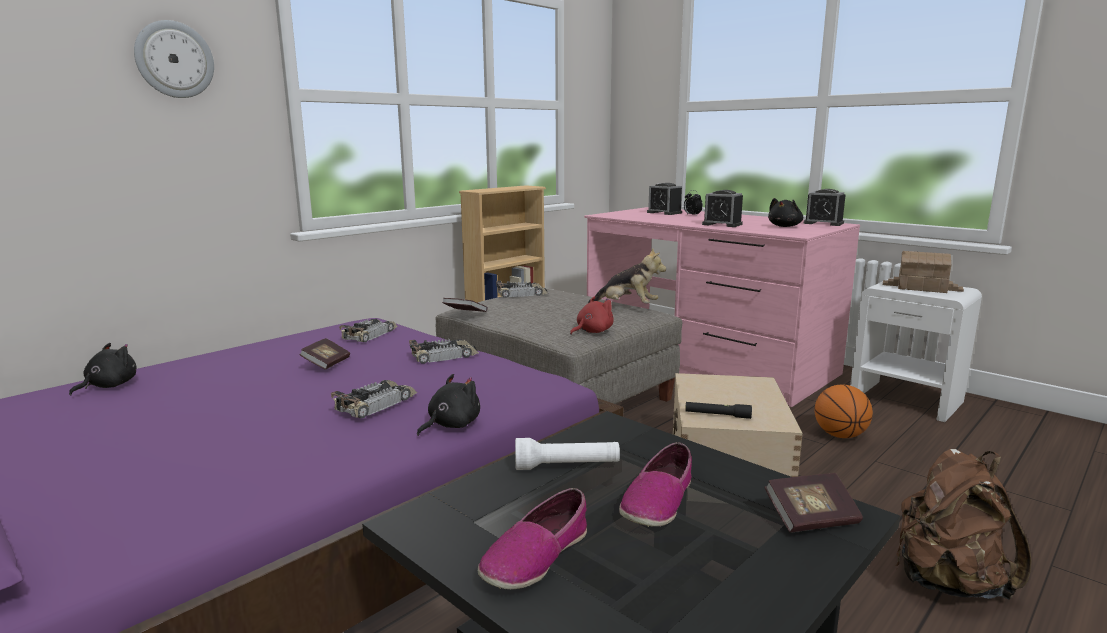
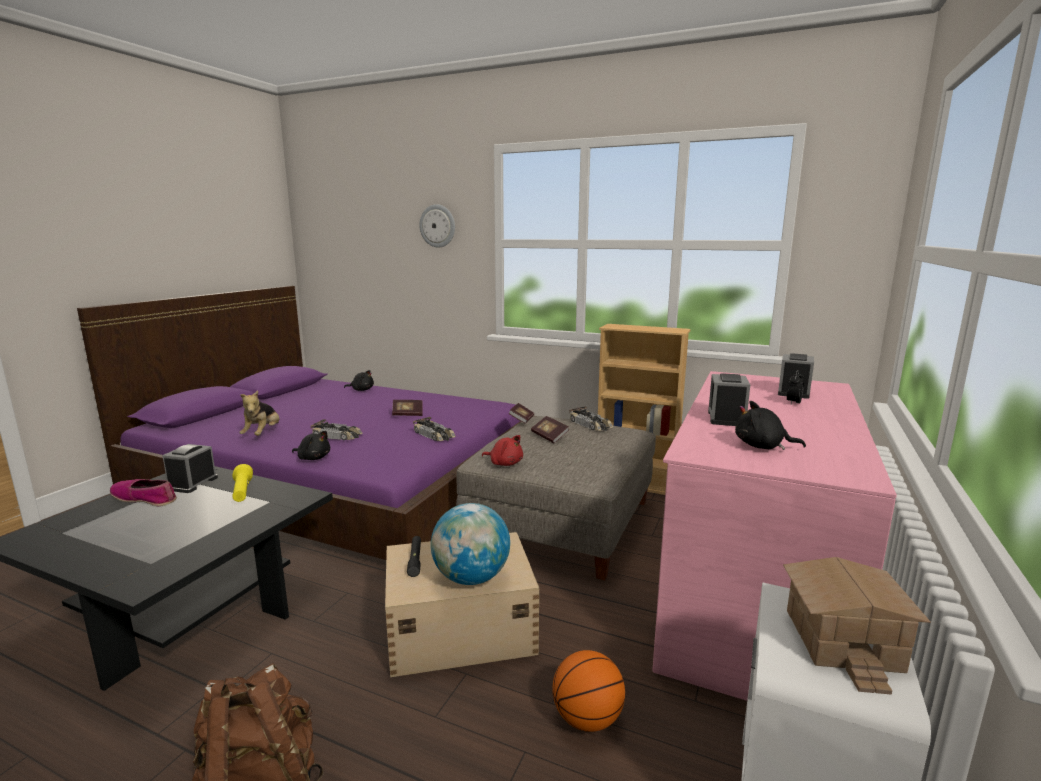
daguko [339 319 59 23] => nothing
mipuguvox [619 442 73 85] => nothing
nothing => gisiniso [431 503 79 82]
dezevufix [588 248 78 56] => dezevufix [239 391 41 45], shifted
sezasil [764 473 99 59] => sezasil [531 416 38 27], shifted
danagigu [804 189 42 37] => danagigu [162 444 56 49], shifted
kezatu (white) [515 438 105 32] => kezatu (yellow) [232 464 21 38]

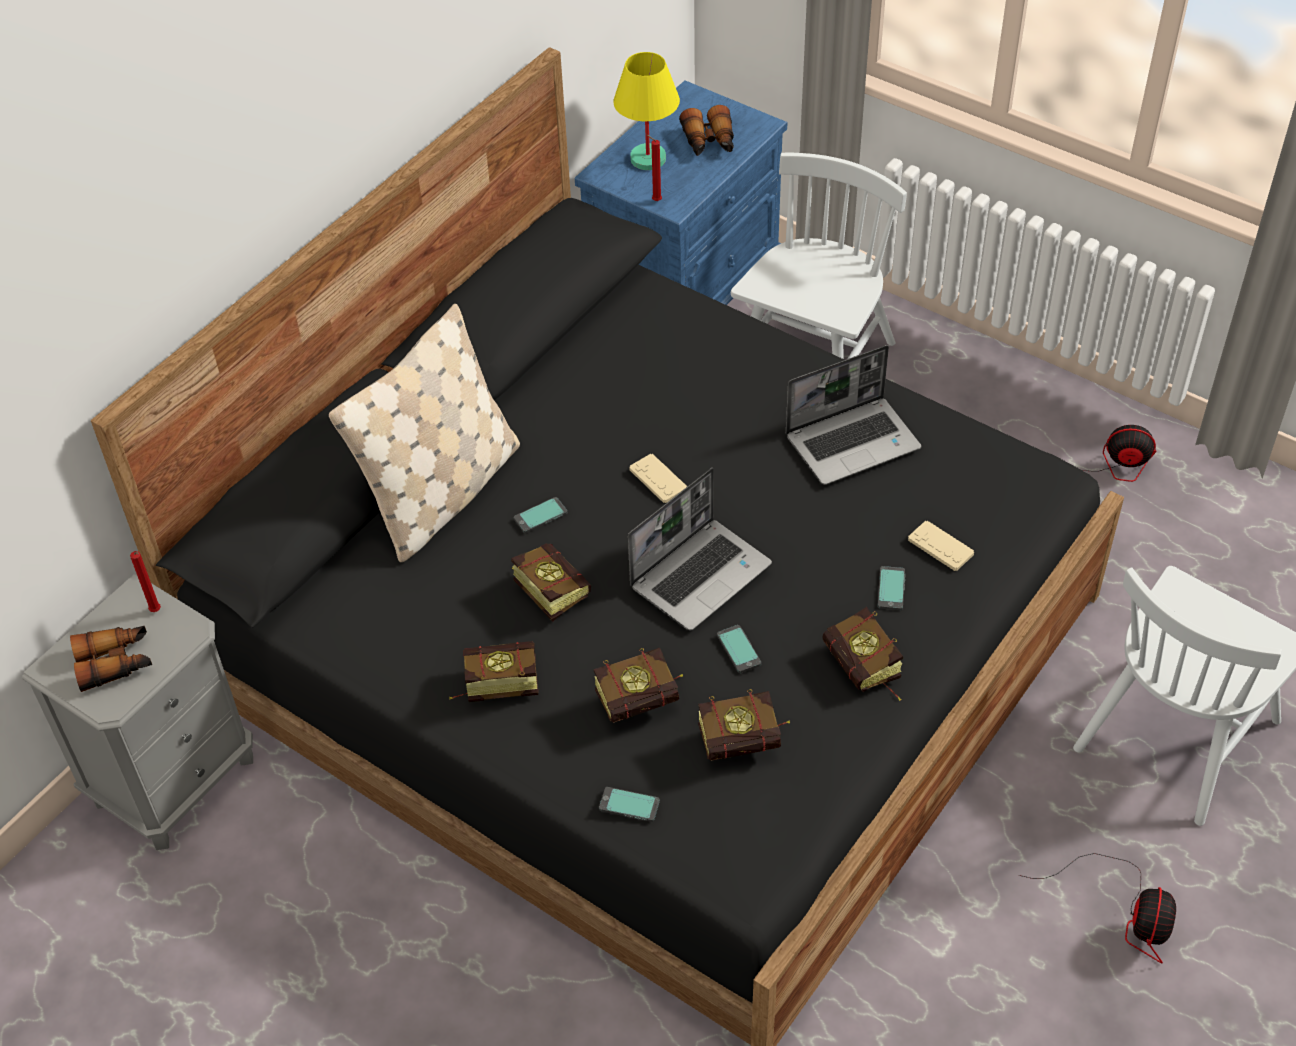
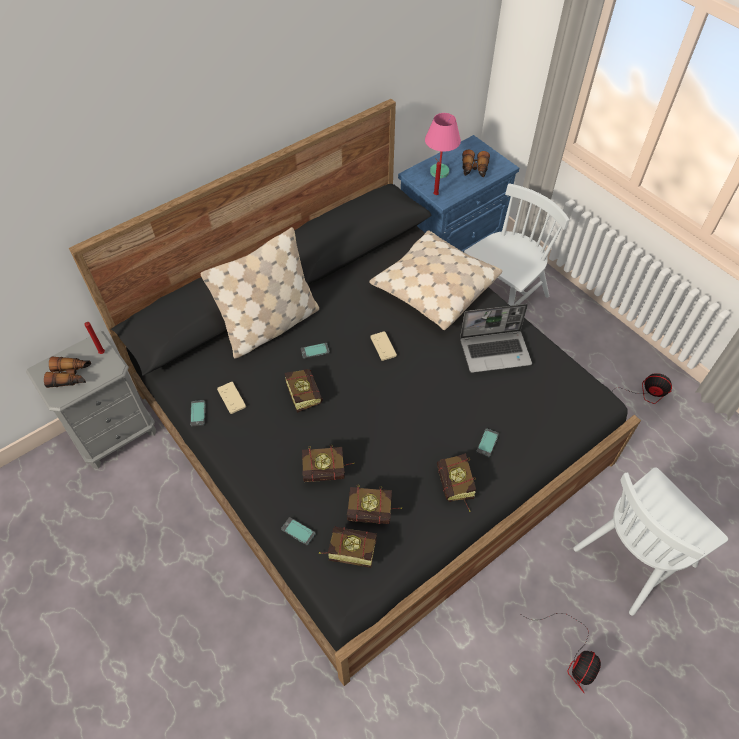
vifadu [628 468 144 163] => nothing
nothing => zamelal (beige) [369 231 133 99]
sezasil [449 641 89 61] => sezasil [319 526 58 42], shifted
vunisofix [717 625 44 48] => vunisofix [190 400 15 26], shifted
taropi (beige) [908 521 66 50] => taropi (beige) [217 382 29 32], shifted
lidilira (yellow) [613 52 67 118] => lidilira (pink) [425 113 36 65]

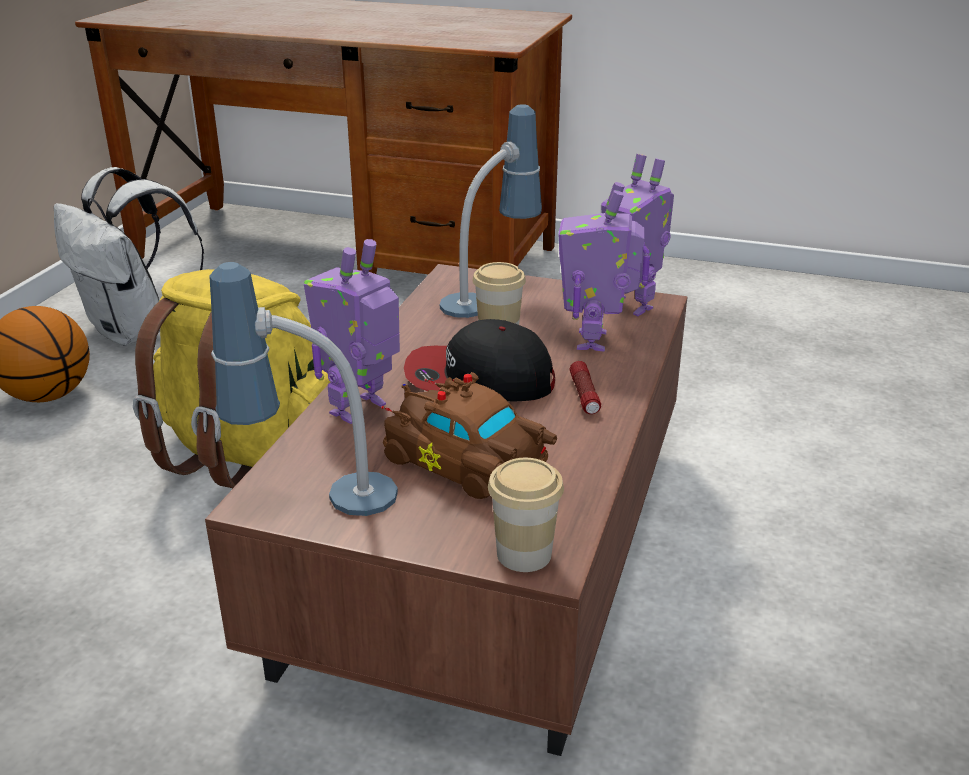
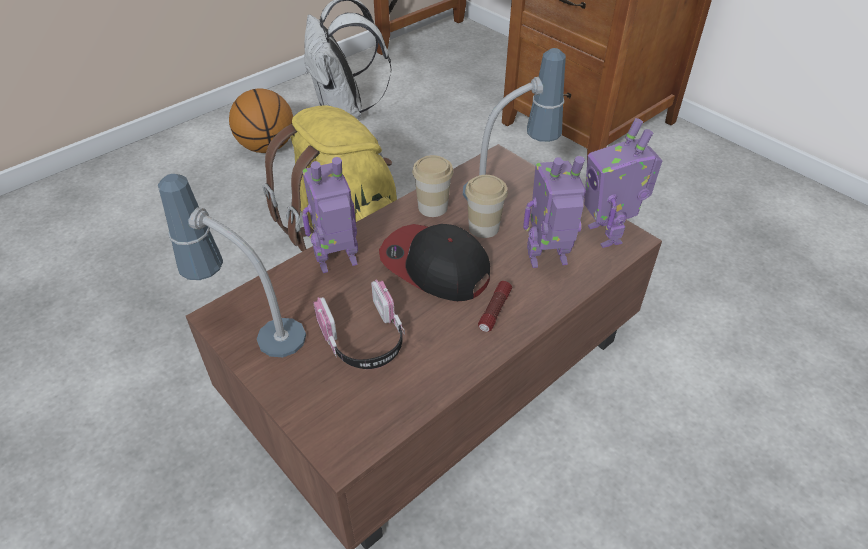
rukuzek [488 458 76 114] => rukuzek [412 155 41 62], shifted
daguko (brown) [381 372 176 127] => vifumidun [313 279 92 90]
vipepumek [558 182 87 170] => vipepumek [523 156 63 112], 45 degrees clockwise

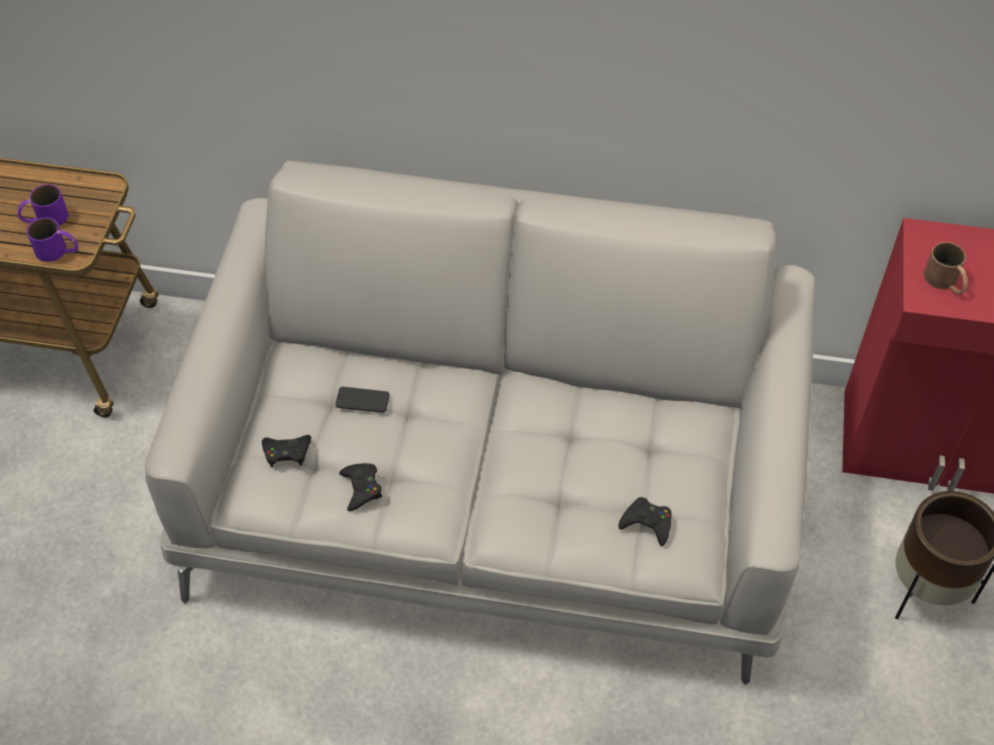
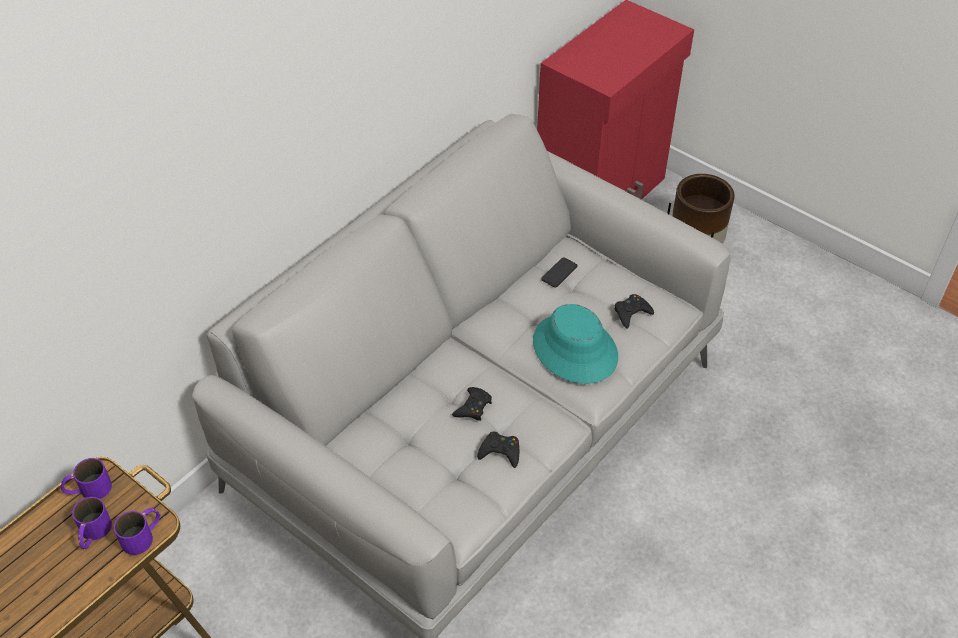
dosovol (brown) [924 242 44 52] => nothing
nothing => dosovol (purple) [61 458 51 41]
nothing => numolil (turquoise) [533 304 85 80]
taropi (black) [262 435 49 32] => taropi (black) [452 387 40 34], shifted
vunisofix [335 387 55 26] => vunisofix [541 257 36 30], shifted

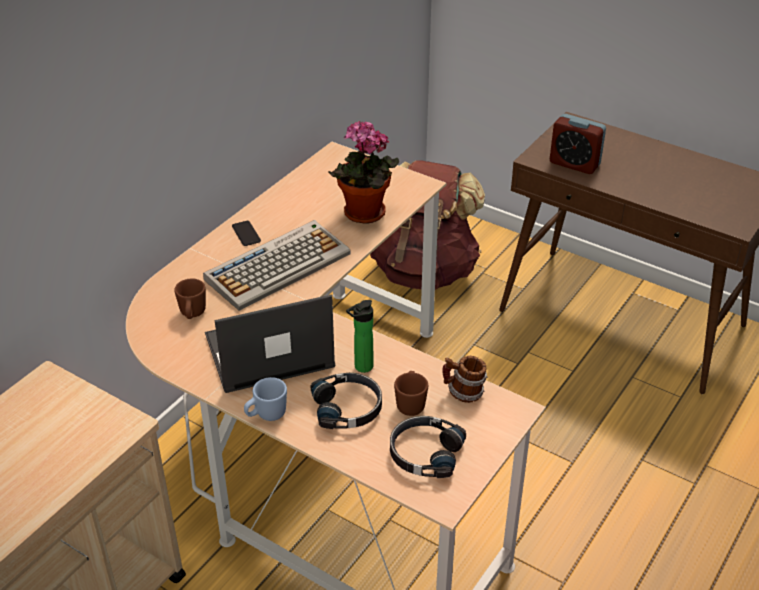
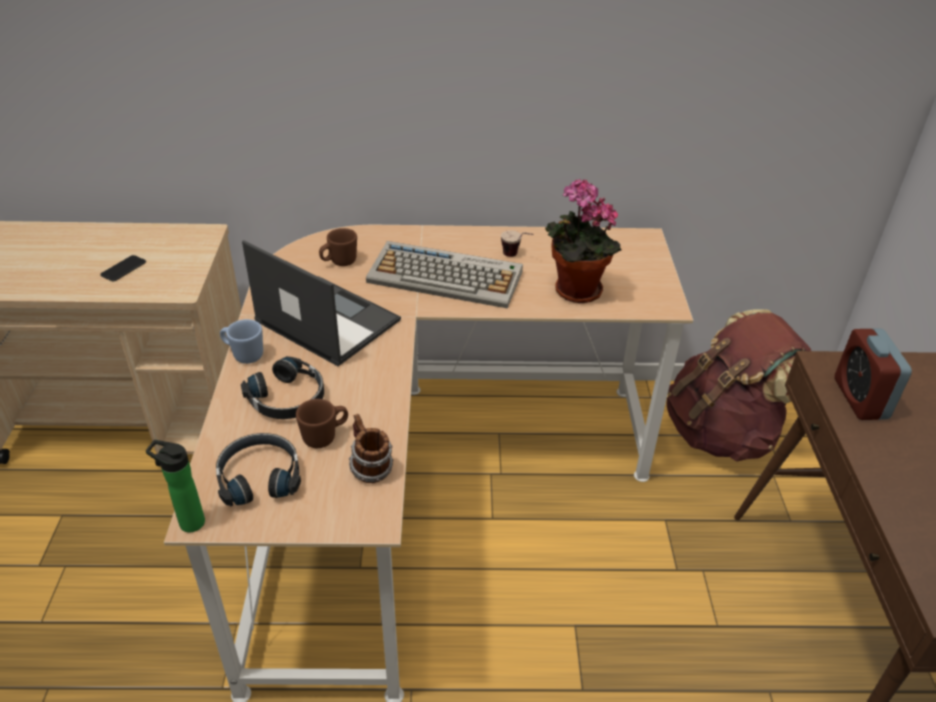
nothing => rukuzek [501 230 33 27]
vunisofix [232 221 29 25] => vunisofix [100 255 46 26], shifted
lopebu [346 300 27 73] => lopebu [146 440 59 92], shifted

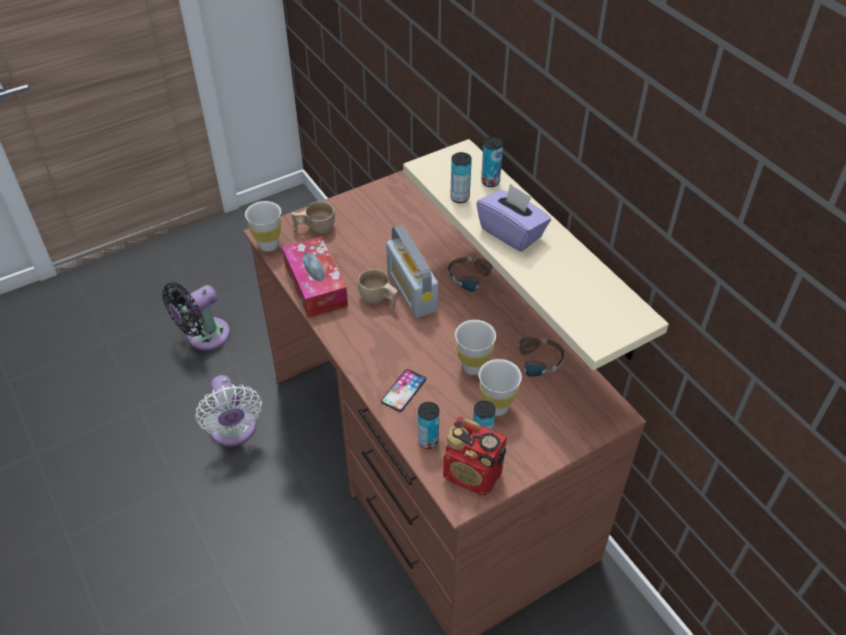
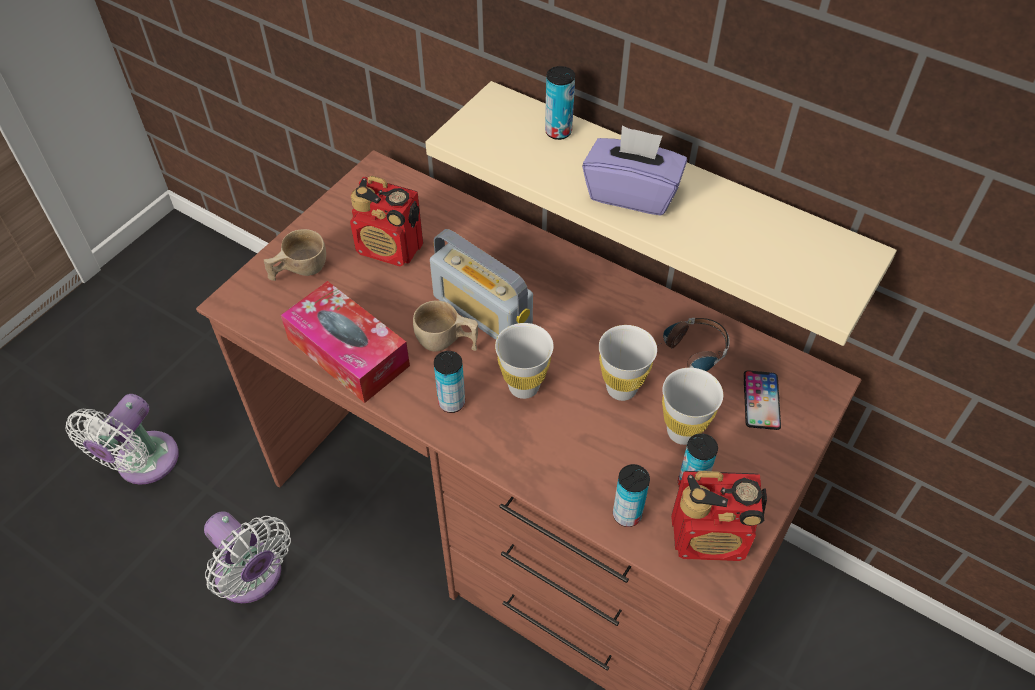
vifumidun [448 256 46 37] => nothing
nothing => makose [350 176 73 91]
rukuzek (white) [245 201 36 51] => rukuzek (white) [495 323 59 76], shifted
vunisofix [381 369 45 43] => vunisofix [744 370 37 60], shifted
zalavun [450 152 22 51] => zalavun [434 351 31 62], shifted
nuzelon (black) [162 282 68 68] => nuzelon (white) [66 394 113 91]

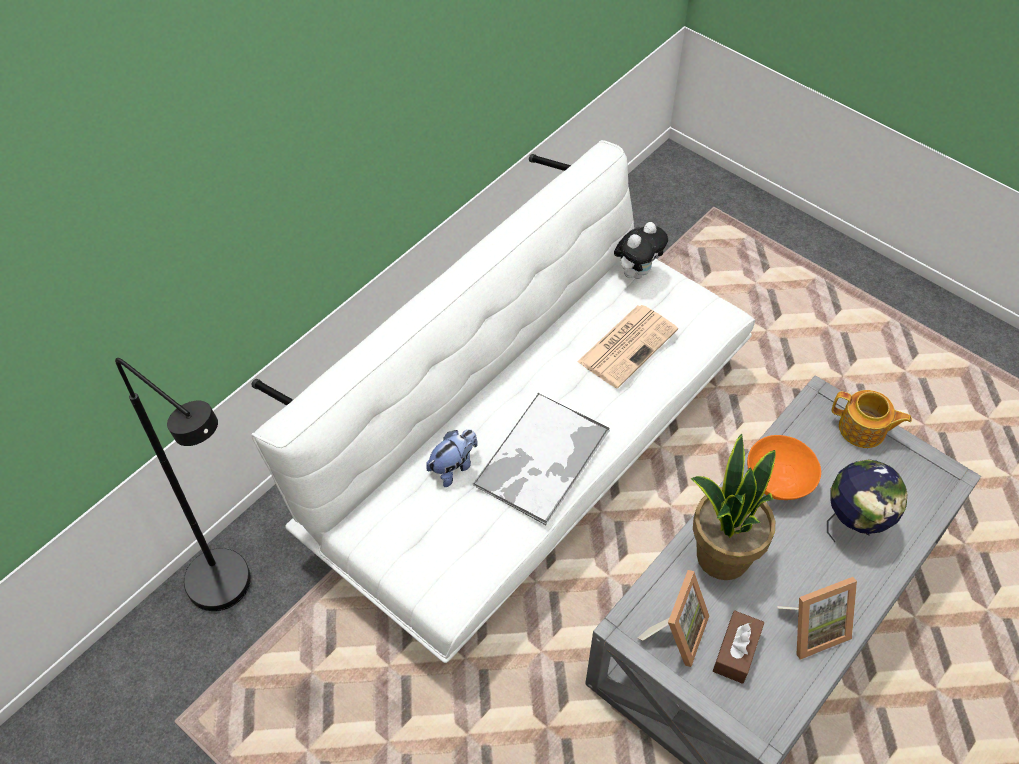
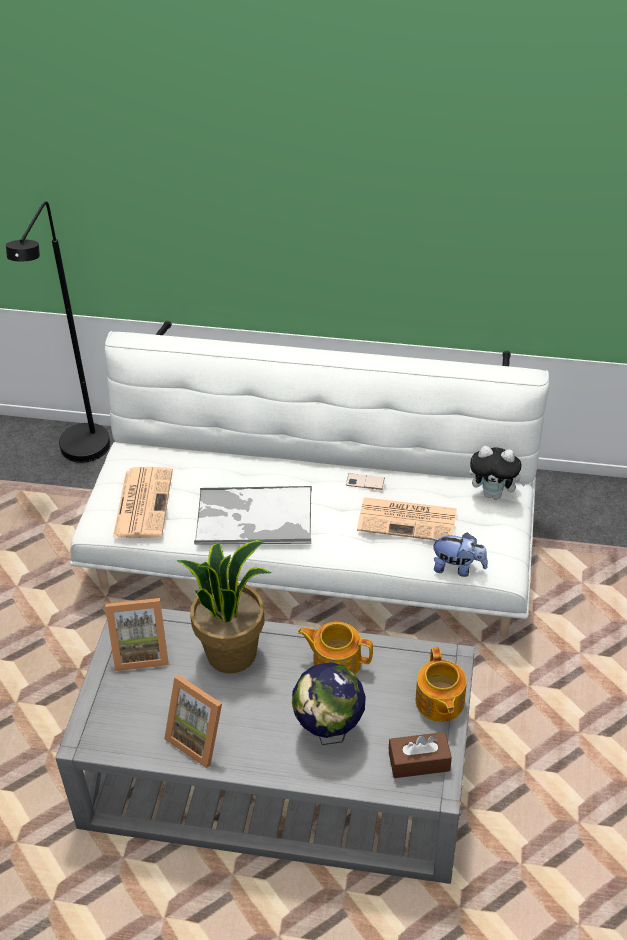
nothing => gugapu [113 467 60 71]
nothing => vunisofix [346 473 39 17]
dezevufix [426 429 52 58] => dezevufix [432 533 56 44], shifted
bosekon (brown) [713 610 51 74] => bosekon (brown) [389 732 63 46], shifted
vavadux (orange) [747 435 74 65] => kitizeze [298 622 75 53]

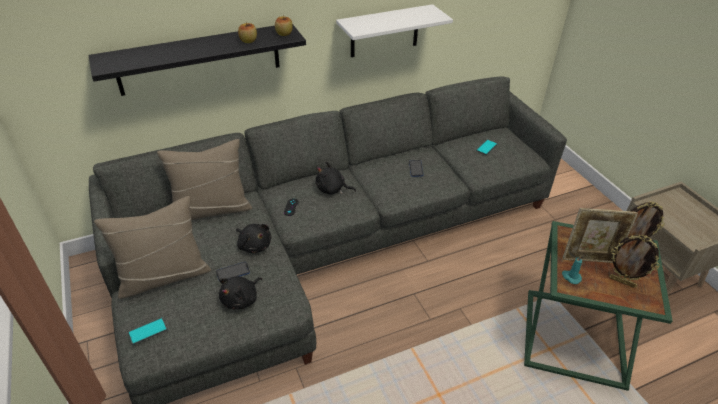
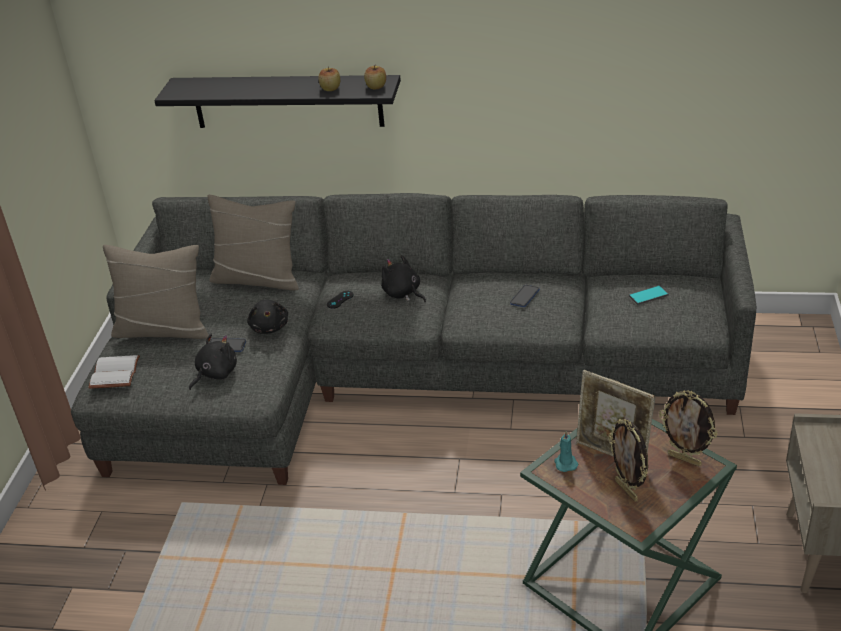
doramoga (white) [336 4 117 53] => nothing
vunisofix [128 318 40 27] => sezasil (white) [88 355 52 34]
dezevufix (black) [219 276 43 33] => dezevufix (black) [189 334 48 56], 150 degrees clockwise

